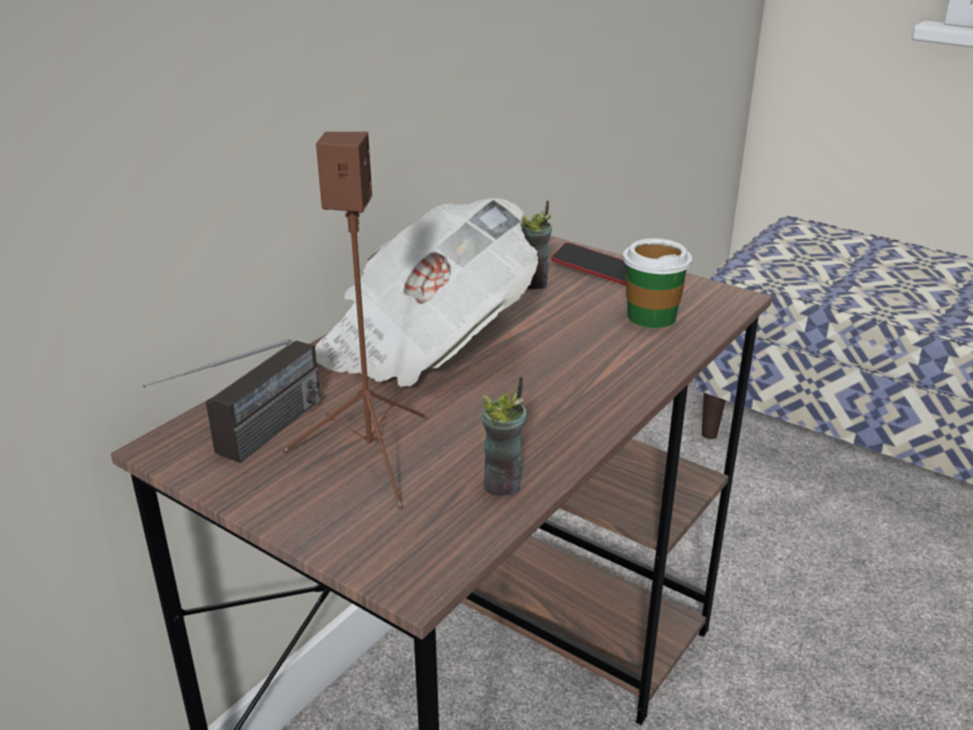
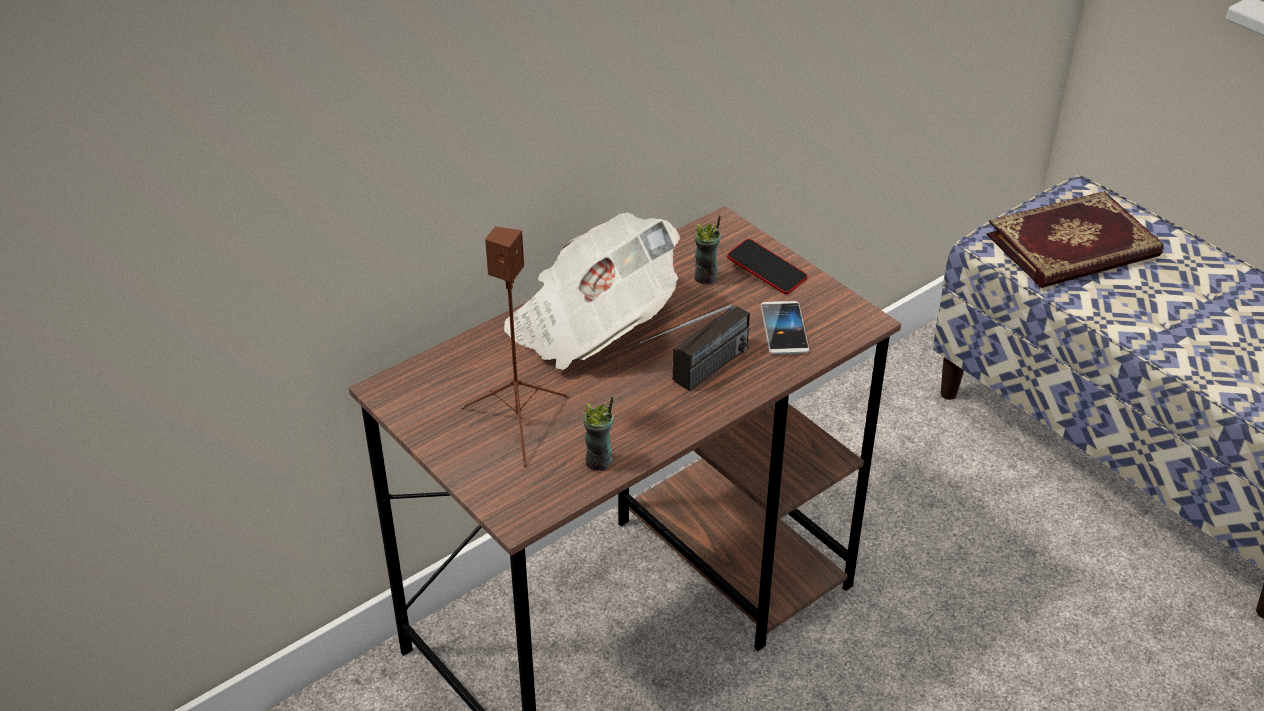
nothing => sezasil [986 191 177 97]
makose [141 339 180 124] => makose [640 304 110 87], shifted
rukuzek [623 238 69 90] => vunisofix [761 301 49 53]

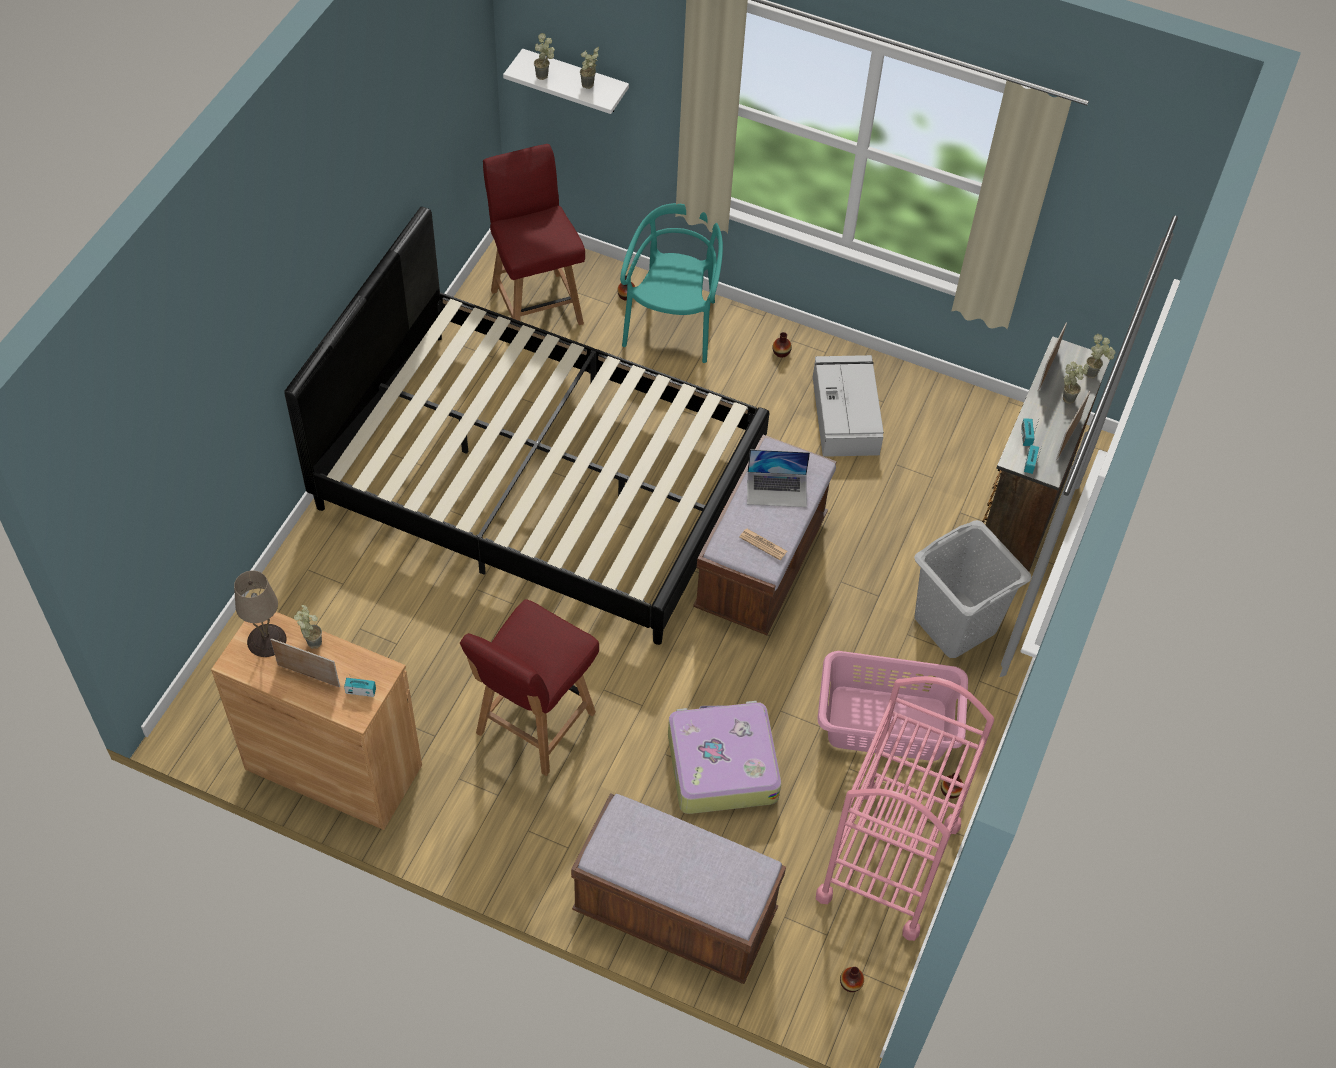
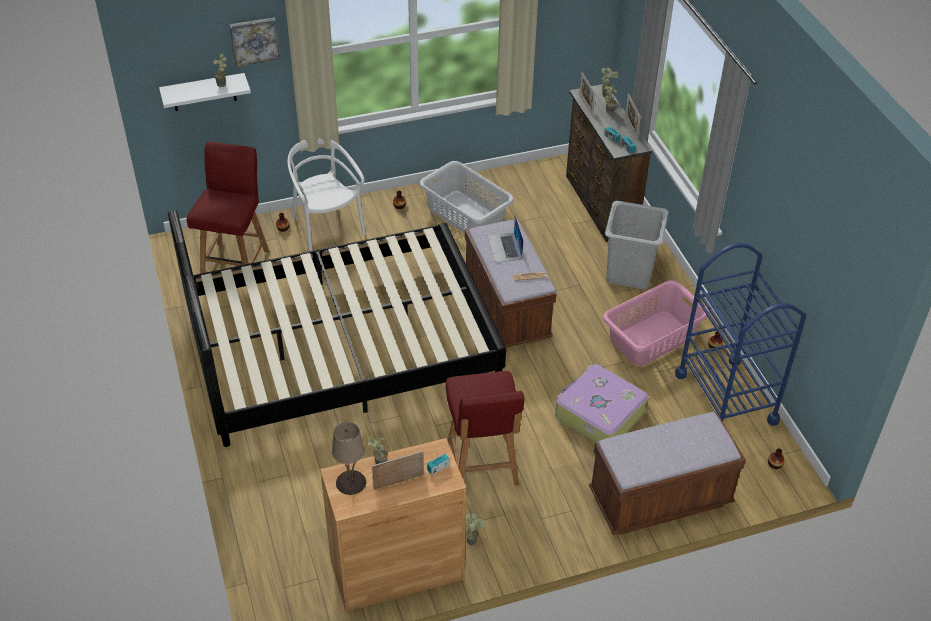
nothing => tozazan [229 17 51 50]
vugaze [534 33 21 47] => vugaze [465 513 20 32], shifted
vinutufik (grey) [813 355 71 102] => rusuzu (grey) [419 161 95 73]
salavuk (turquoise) [620 203 103 160] => salavuk (white) [288 138 78 113]
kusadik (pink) [816 676 178 265] => kusadik (blue) [675 243 131 183]
salavuk (red) [483 144 102 181] => salavuk (red) [186 141 83 133], 75 degrees clockwise
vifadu [747 449 63 58] => vifadu [488 215 35 48], 120 degrees clockwise

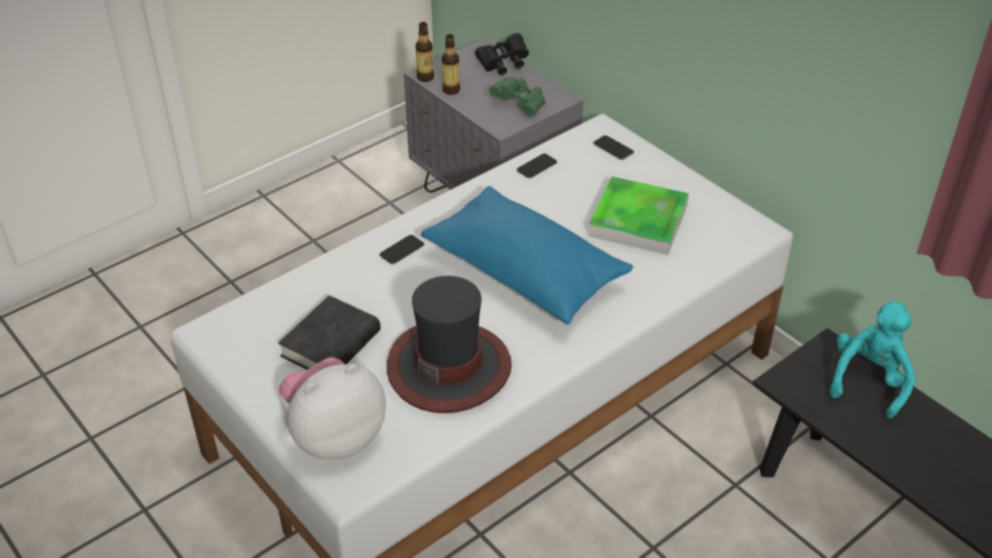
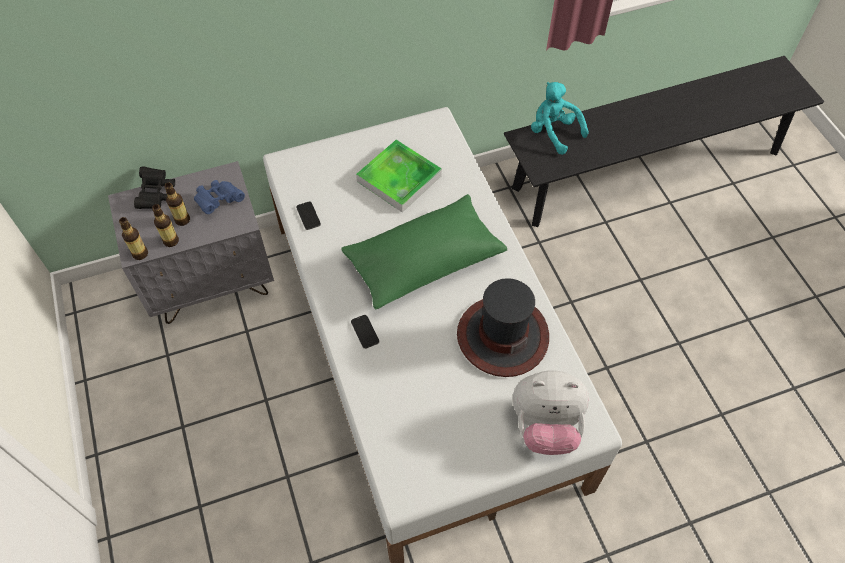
sezasil (black) [278 295 103 75] => nothing
vunisofix [593 135 41 25] => nothing
nothing => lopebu [164 183 26 43]
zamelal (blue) [421 186 212 139] => zamelal (green) [341 194 166 116]
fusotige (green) [489 77 56 40] => fusotige (blue) [194 180 51 34]
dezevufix [279 357 107 102] => dezevufix [513 370 76 85], 75 degrees counterclockwise

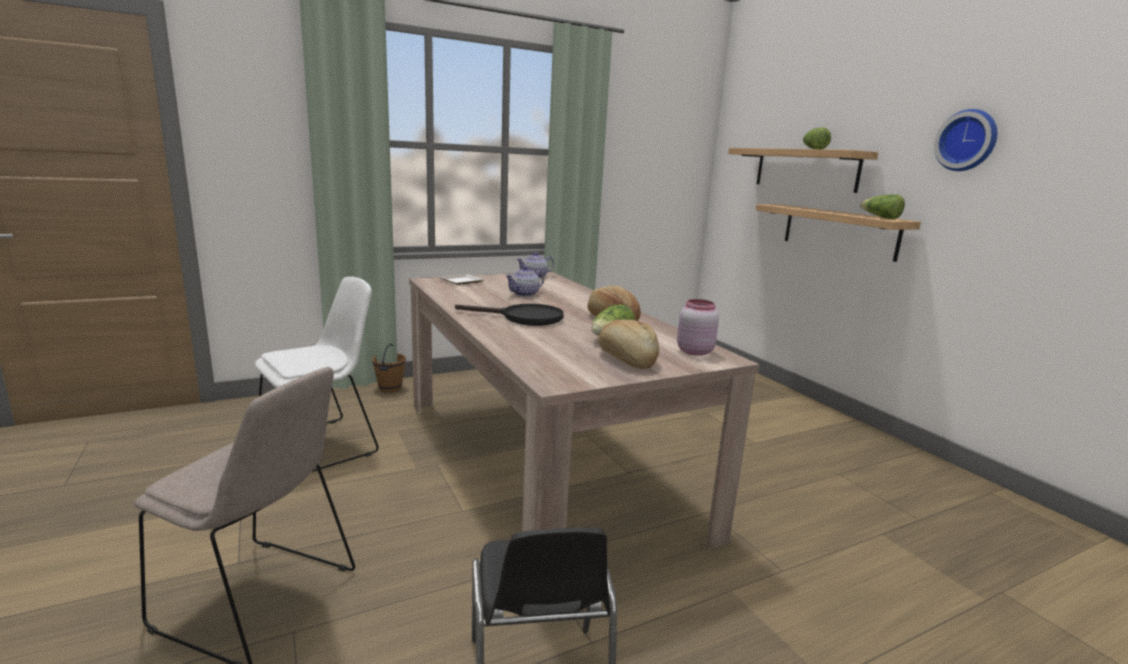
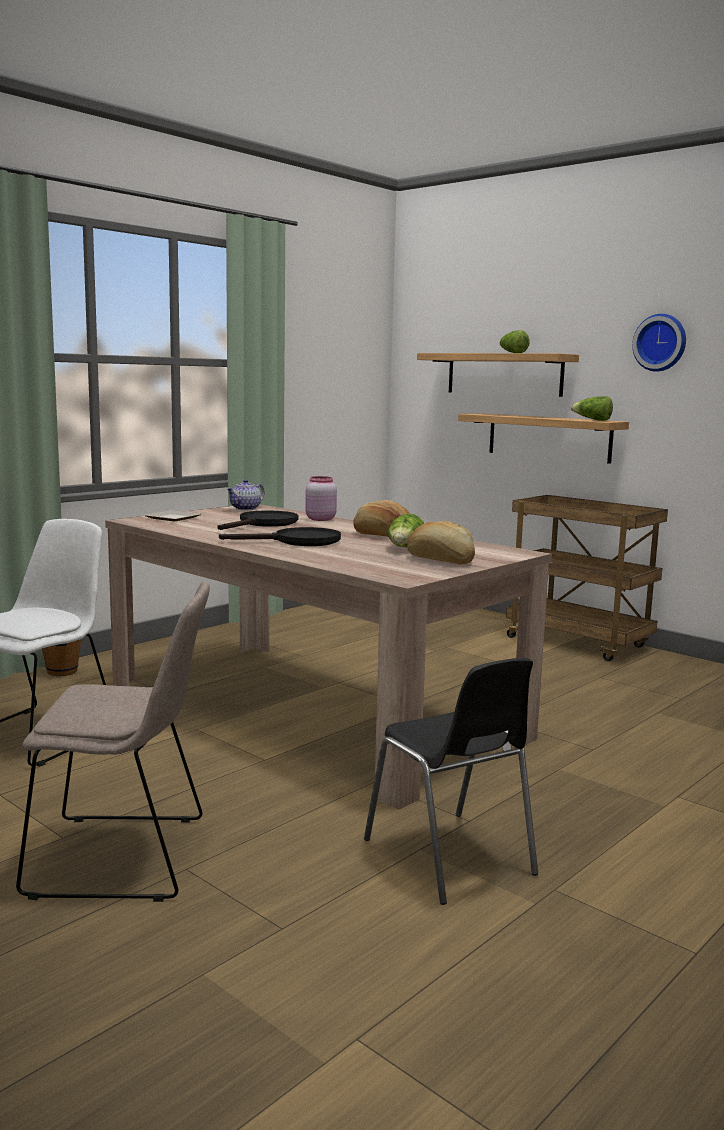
nothing => kusadik (brown) [506 495 162 166]
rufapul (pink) [677 299 42 57] => rufapul (pink) [305 476 32 45], shifted
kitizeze [505 266 39 31] => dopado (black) [217 510 81 20]

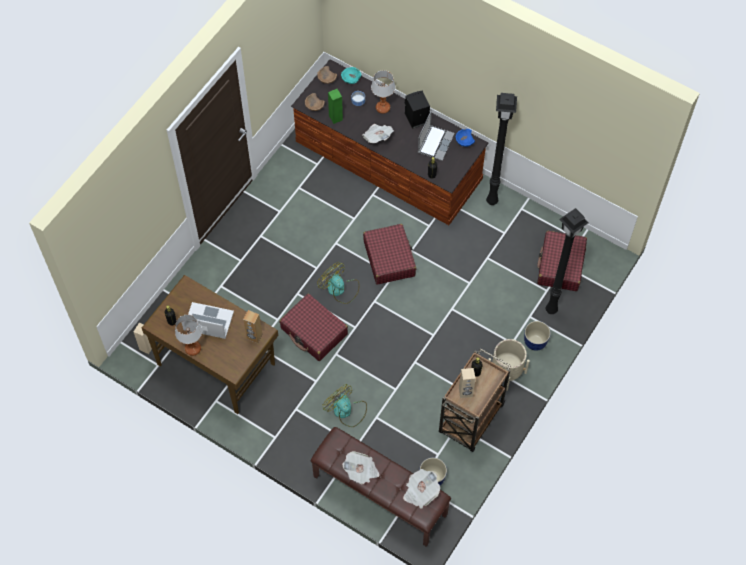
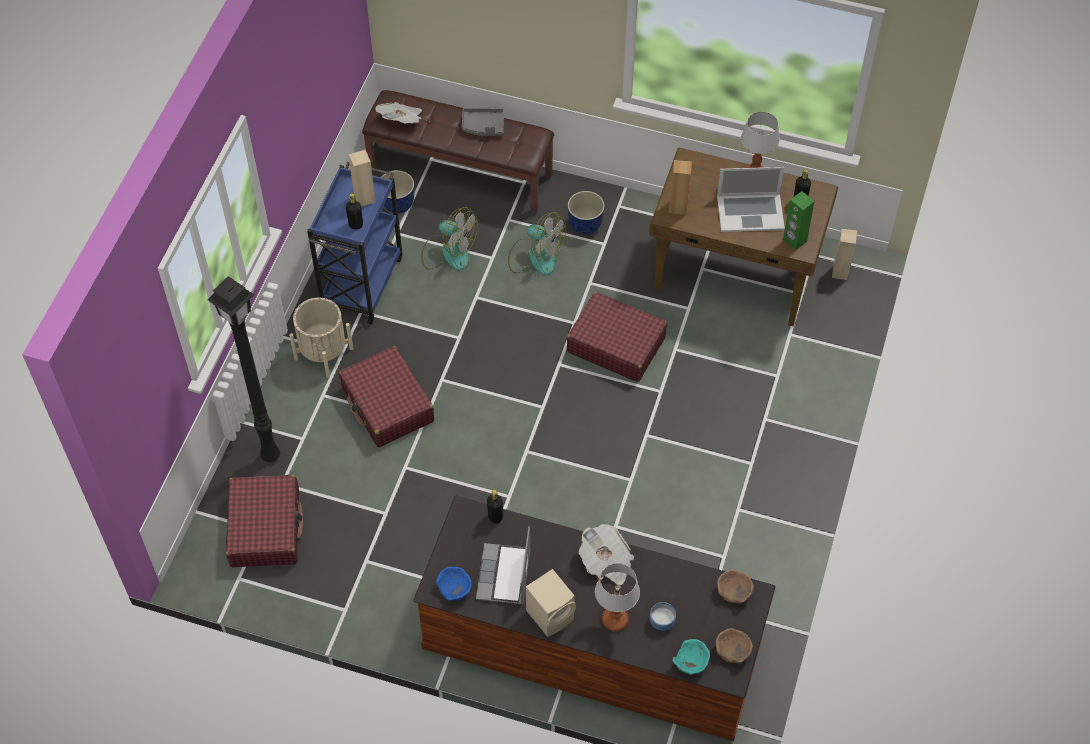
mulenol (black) [486 93 31 112] => nothing
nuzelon [317 262 43 42] => nuzelon [421 207 57 63], shifted
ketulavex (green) [328 89 15 35] => ketulavex (green) [783 191 32 59], shifted
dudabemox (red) [363 224 53 61] => dudabemox (red) [339 346 95 102], shifted
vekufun [524 321 27 30] => vekufun [568 191 37 44], shifted
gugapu [342 451 38 33] => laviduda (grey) [462 108 42 28]
ketulavex (black) [405 91 25 38] => ketulavex (beige) [526 569 50 68]
kusadik (brown) [439 348 72 104] => kusadik (blue) [307 162 95 163]

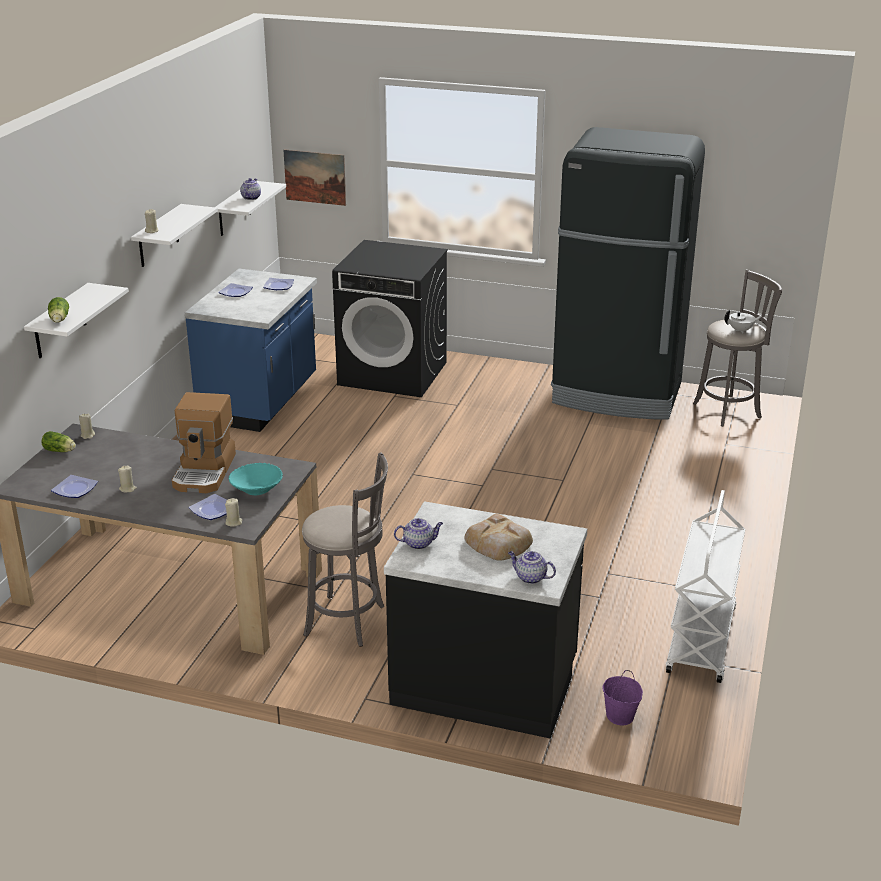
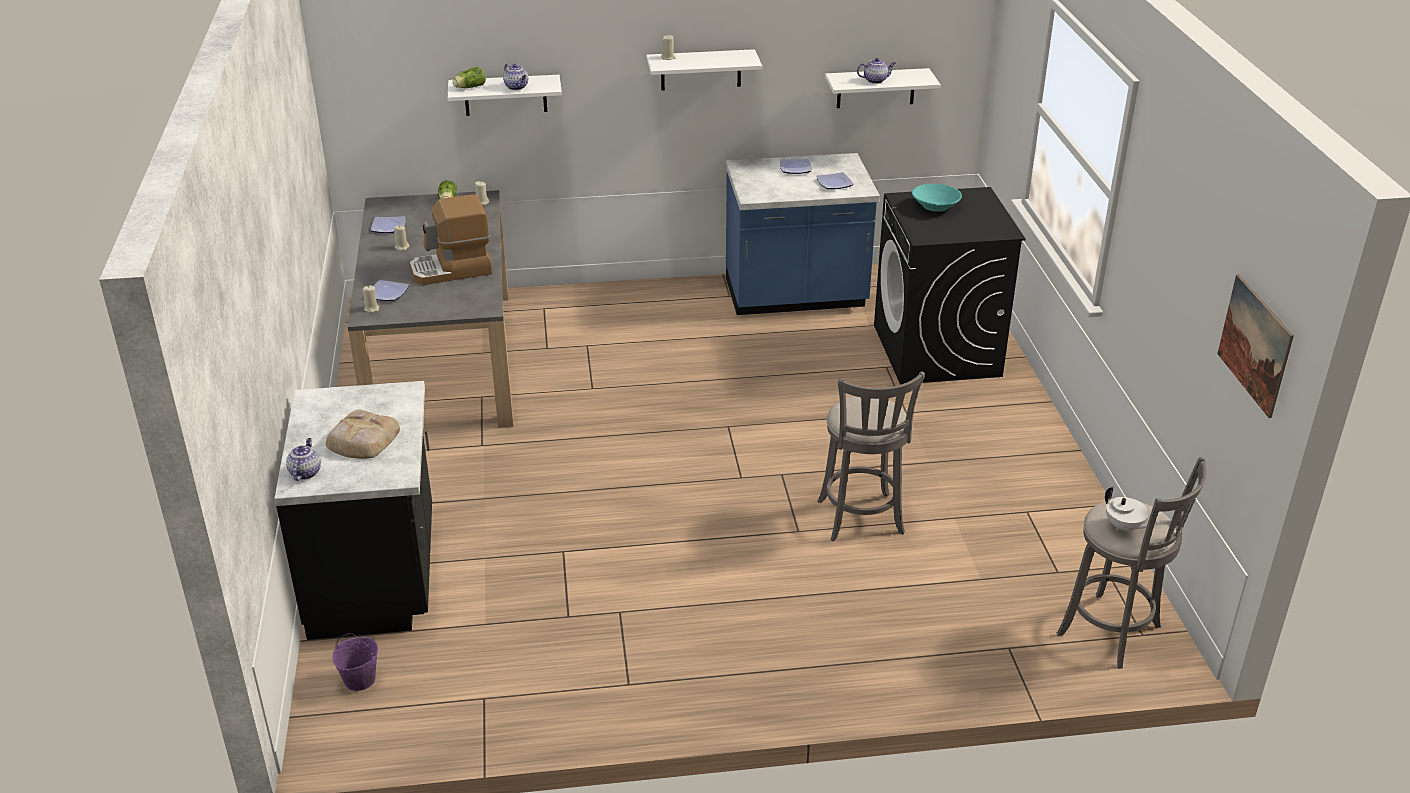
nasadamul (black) [551 127 154 293] => nothing
kusadik (white) [666 490 79 193] => nothing
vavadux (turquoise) [229 463 54 32] => vavadux (turquoise) [912 184 50 27], shifted
tozazan [283 149 63 57] => tozazan [1217 274 77 144], shifted
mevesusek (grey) [302 452 86 195] => mevesusek (grey) [817 371 108 170], shifted
kitizeze [394 518 49 31] => kitizeze [503 63 25 27], shifted

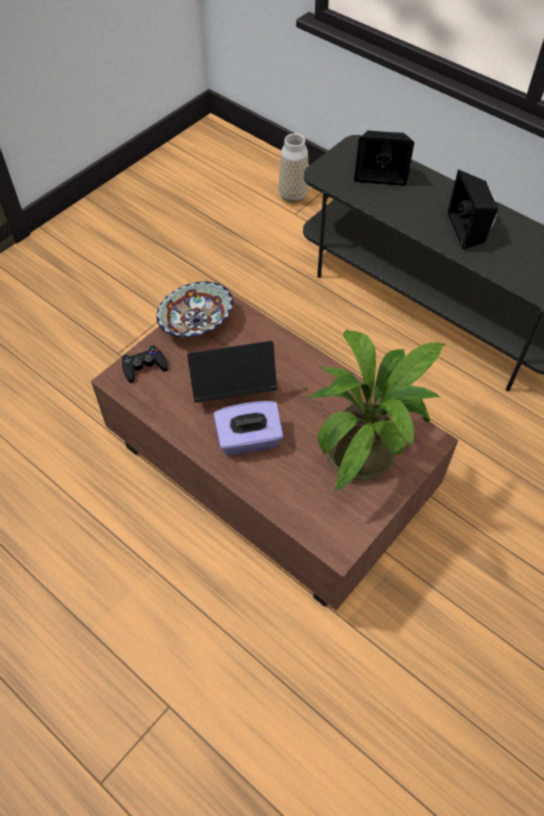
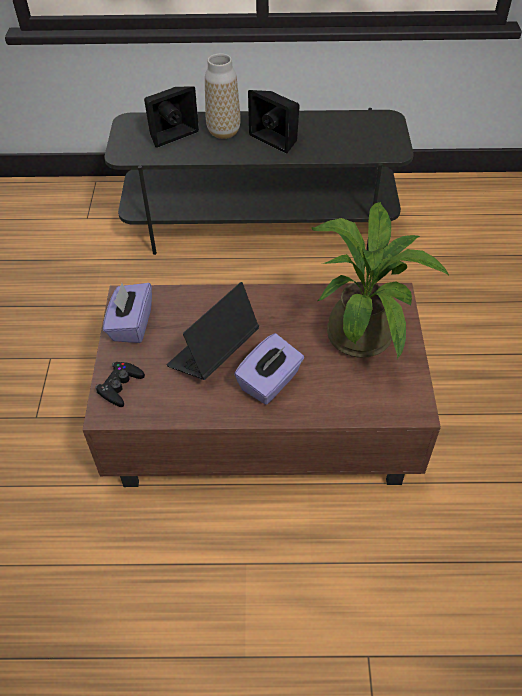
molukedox [279 133 30 70] => molukedox [205 53 36 86], shifted
vavadux [156 282 77 55] => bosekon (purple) [103 283 49 60]

